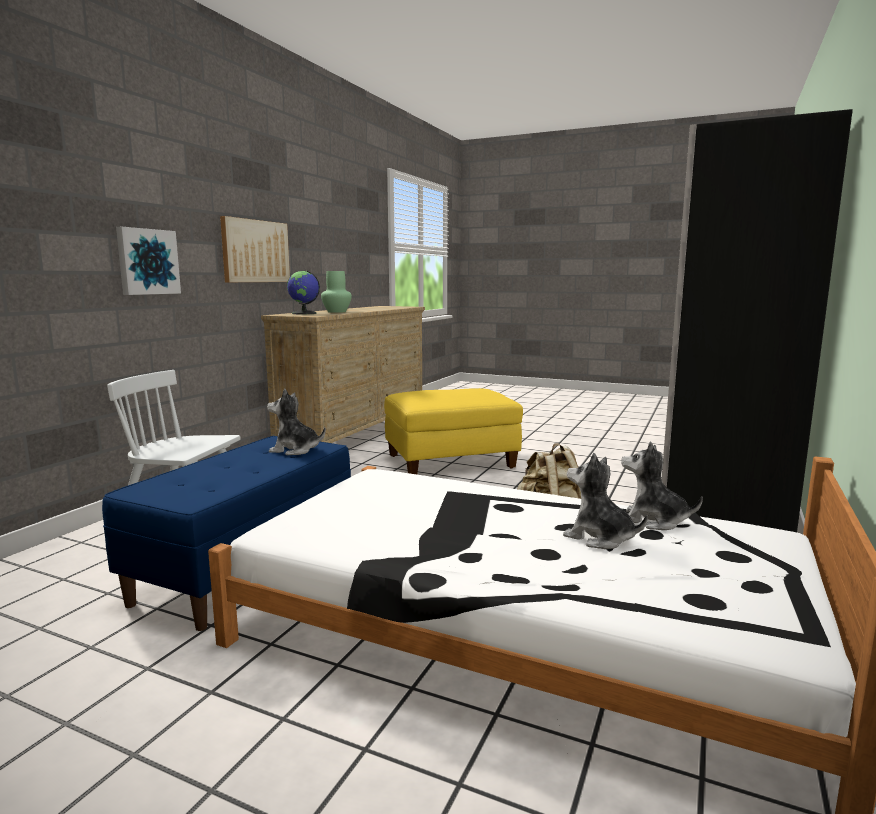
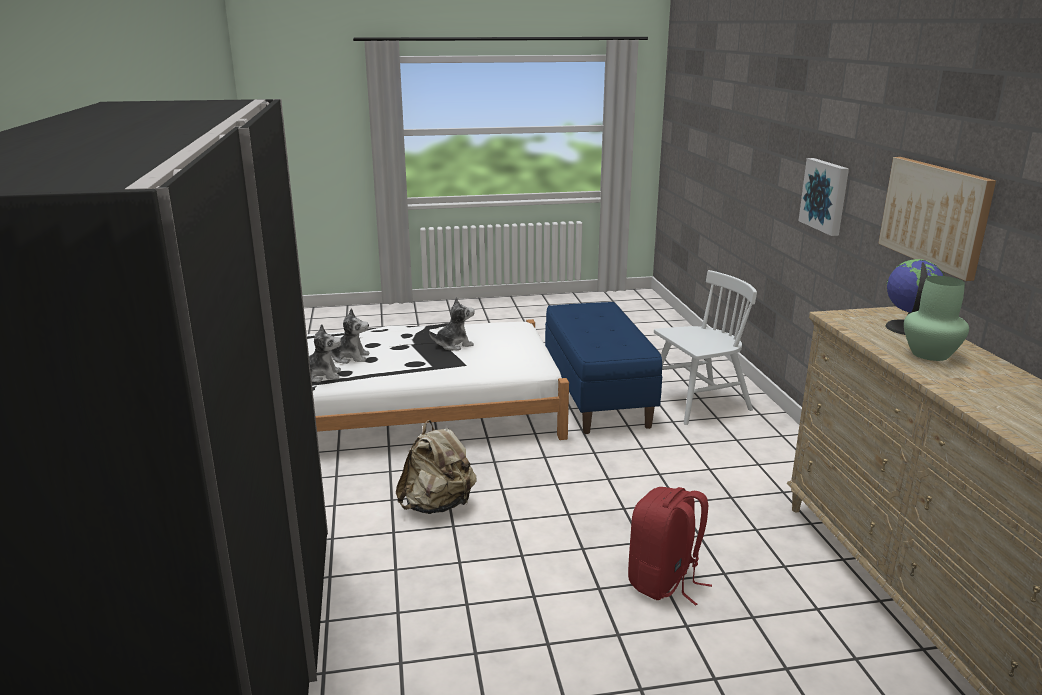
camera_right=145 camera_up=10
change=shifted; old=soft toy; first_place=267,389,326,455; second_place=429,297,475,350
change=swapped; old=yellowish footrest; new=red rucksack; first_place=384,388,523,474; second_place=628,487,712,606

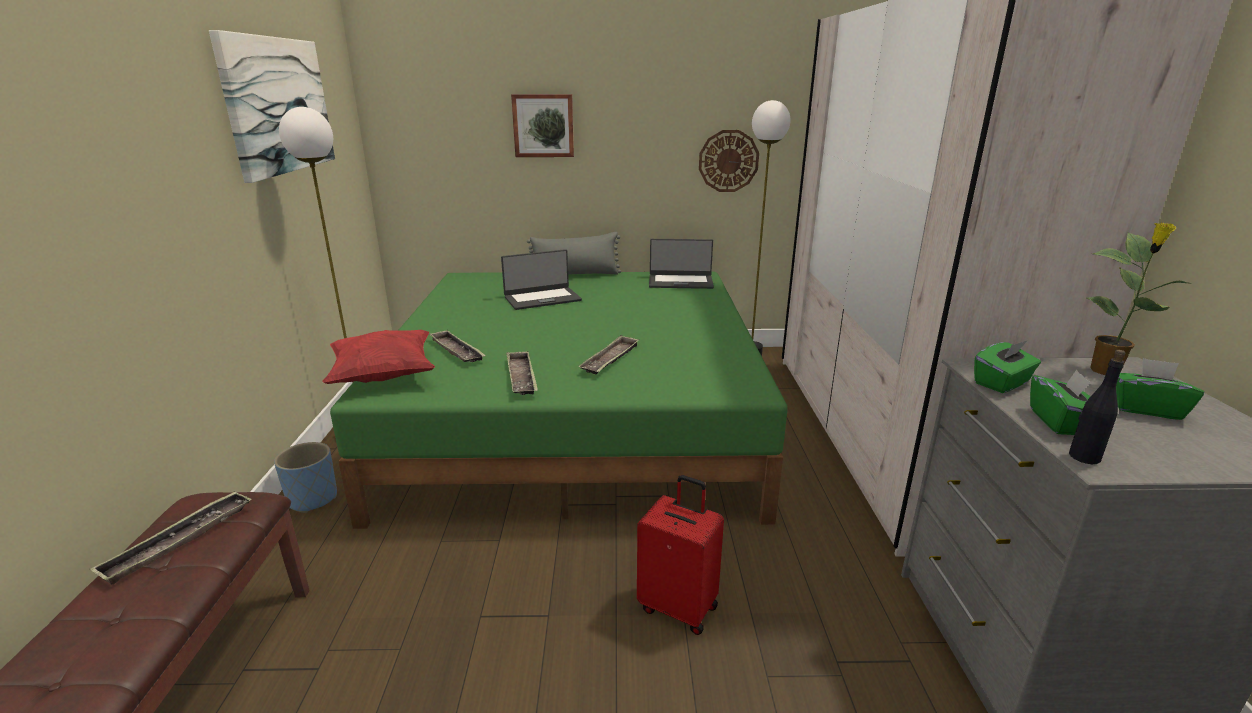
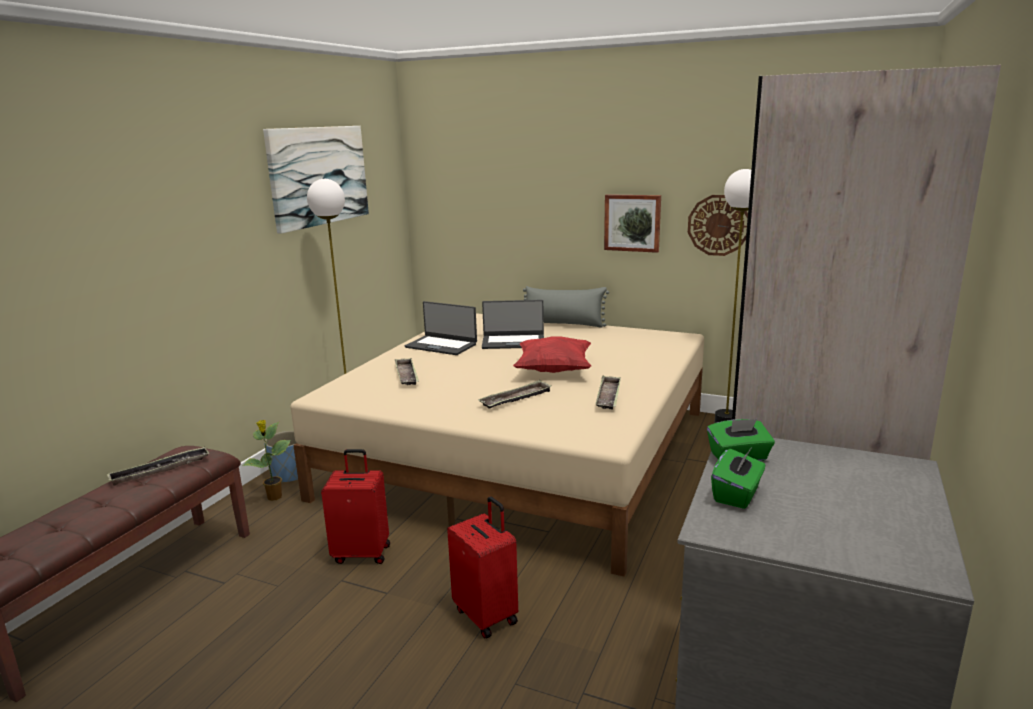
camera_right=25 camera_up=-5
change=shifted; old=red throw pillow; first_place=322,330,435,384; second_place=513,336,591,373
change=repainted; old=greenish bedroom bed; new=beige-coloured bedroom bed; first_place=330,272,788,529; second_place=290,313,704,577
change=shifted; old=carrying tray; first_place=506,351,538,395; second_place=595,375,621,410
change=shifted; old=wall picture; first_place=511,94,574,157; second_place=604,194,661,253
change=shifted; old=notebook computer; first_place=649,239,714,289; second_place=405,301,477,355
change=gone; old=black-coloured drink bottle; first_place=1069,350,1126,464
change=shifted; old=potted plant; first_place=1086,222,1188,375; second_place=242,420,291,501
change=gone; old=greenish box of tissues; first_place=1116,358,1205,420
change=new; new=red piece of luggage; second_place=321,449,390,564

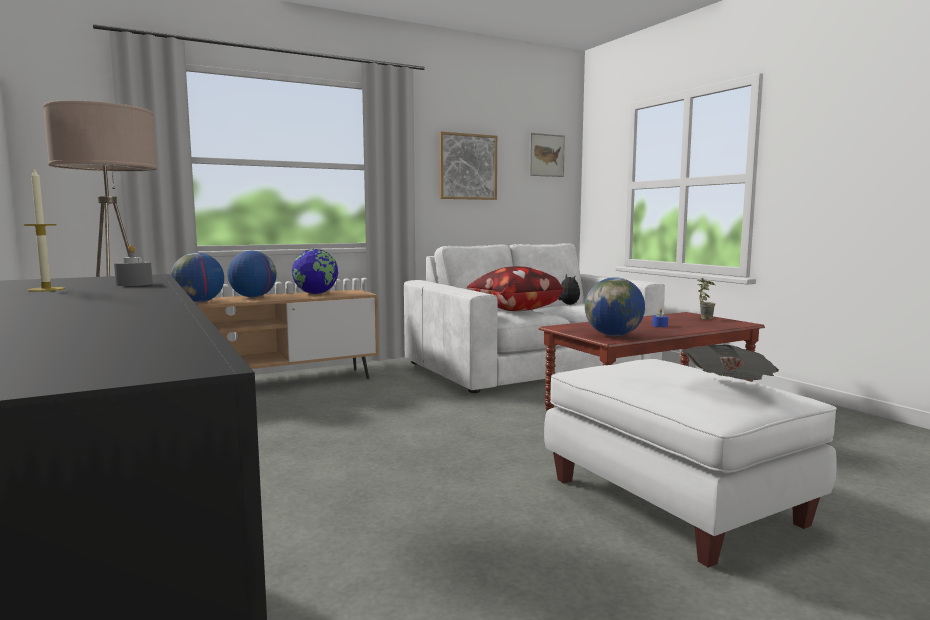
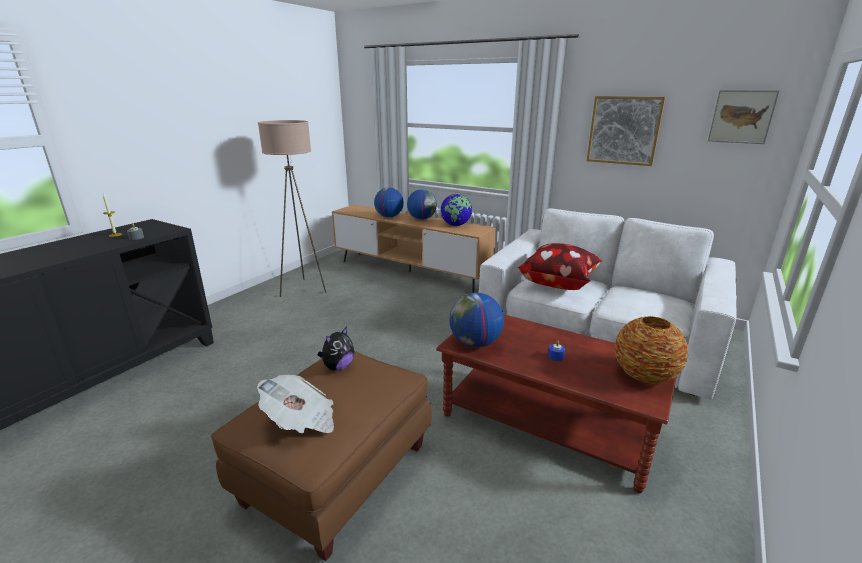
camera_right=60 camera_up=15
change=repainted; old=whitish footrest; new=brown-coloured footrest; first_place=544,359,837,568; second_place=211,351,432,561
change=shifted; old=soft toy; first_place=558,274,580,305; second_place=318,327,354,371
change=swapped; old=potted plant; new=vase; first_place=697,278,715,320; second_place=615,316,688,384

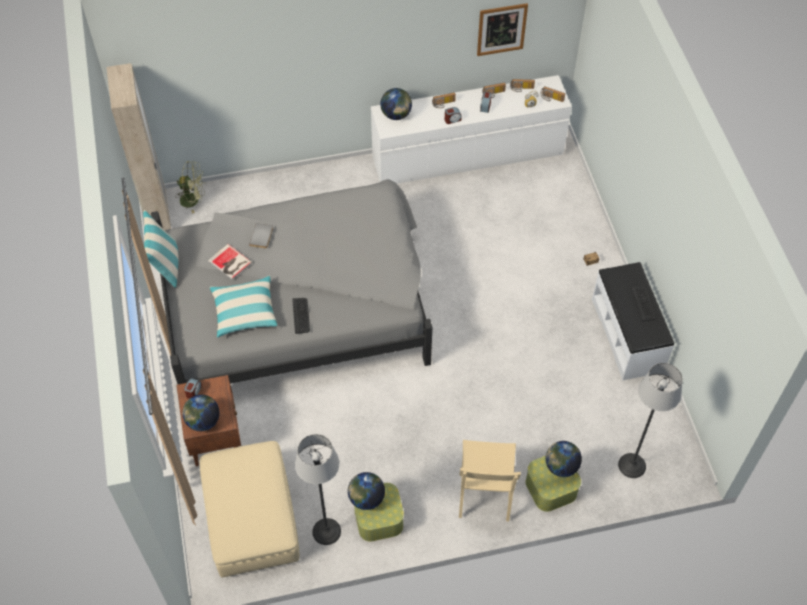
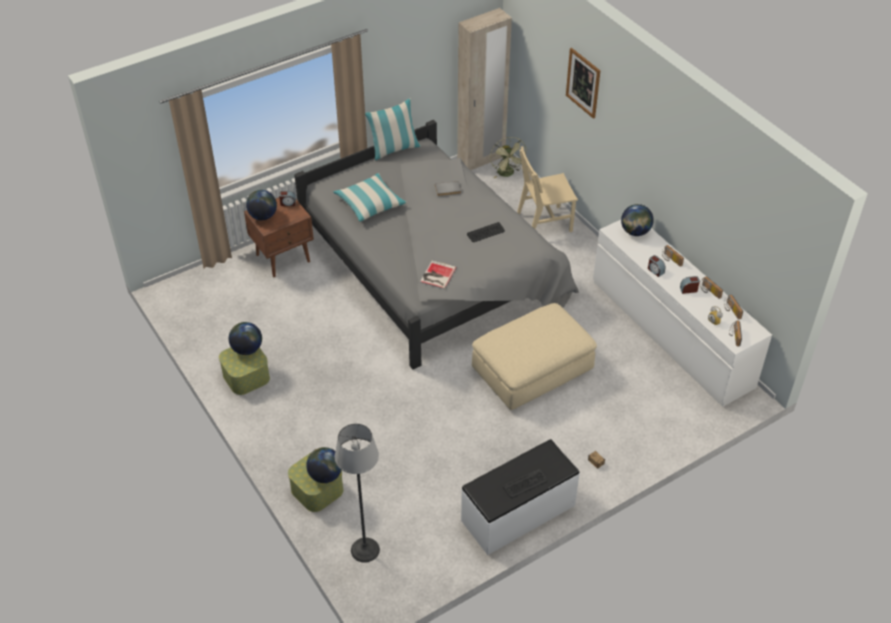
camera_right=70 camera_up=-10
change=shifted; old=beige-coloured footrest; first_place=200,441,299,577; second_place=472,303,597,410
change=shifted; old=volume; first_place=208,244,252,279; second_place=420,260,456,289
change=shifted; old=PC keyboard; first_place=292,298,310,334; second_place=467,222,505,242
change=gone; old=floor lamp; first_place=295,434,341,545
change=shifted; old=beige-coloured chair; first_place=459,440,521,521; second_place=517,146,578,232
change=shifted; old=wall picture; first_place=477,3,528,56; second_place=566,48,600,119

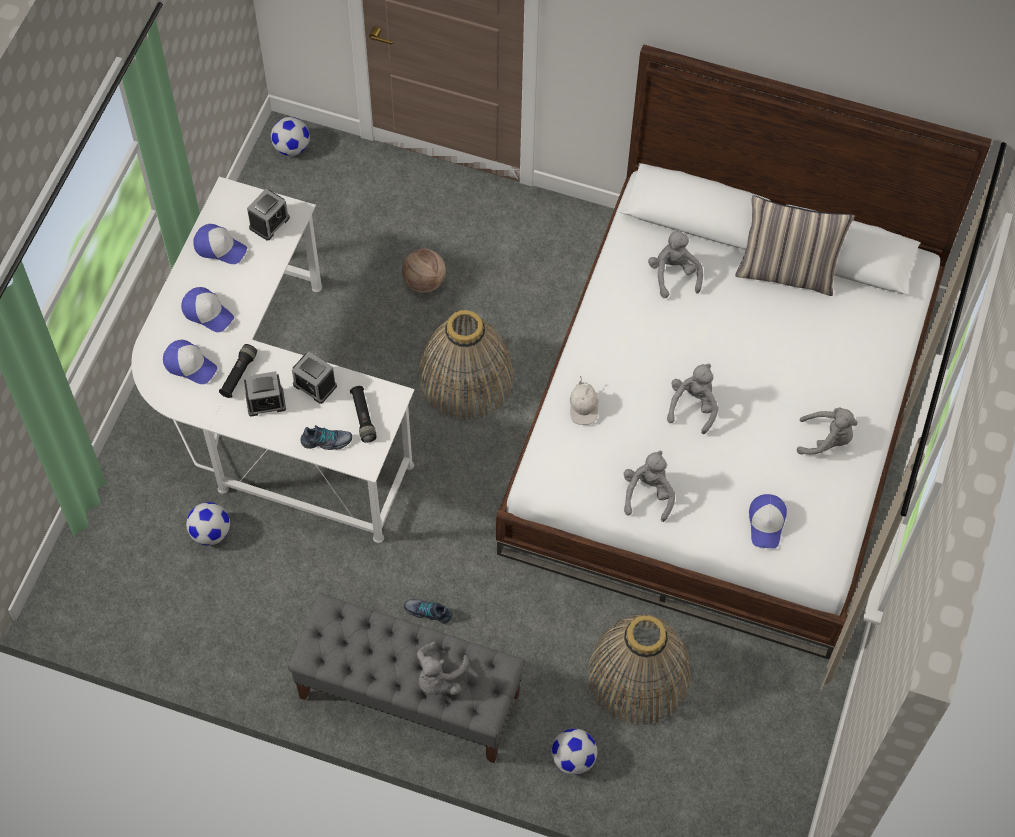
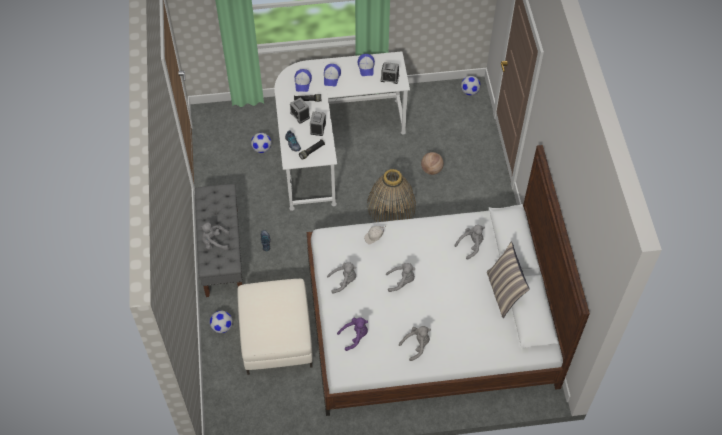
camera_right=65 camera_up=-5
change=swapped; old=basket; new=whitish footrest; first_place=587,615,691,725; second_place=237,279,313,375
change=swapped; old=peaked cap; new=purple soft toy; first_place=749,494,787,548; second_place=337,317,368,351
change=rotated; old=grey soft toy; first_place=797,407,858,455; second_place=399,326,431,361; degrees=-105

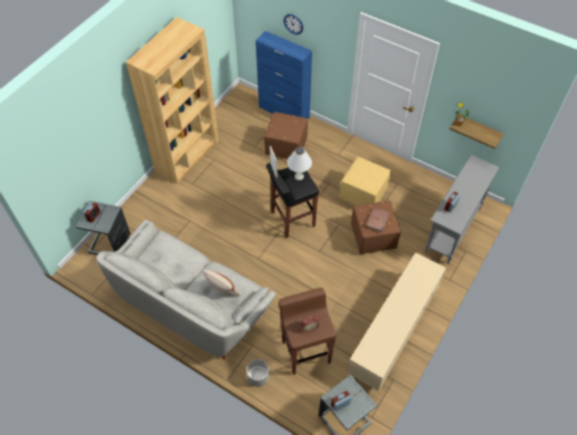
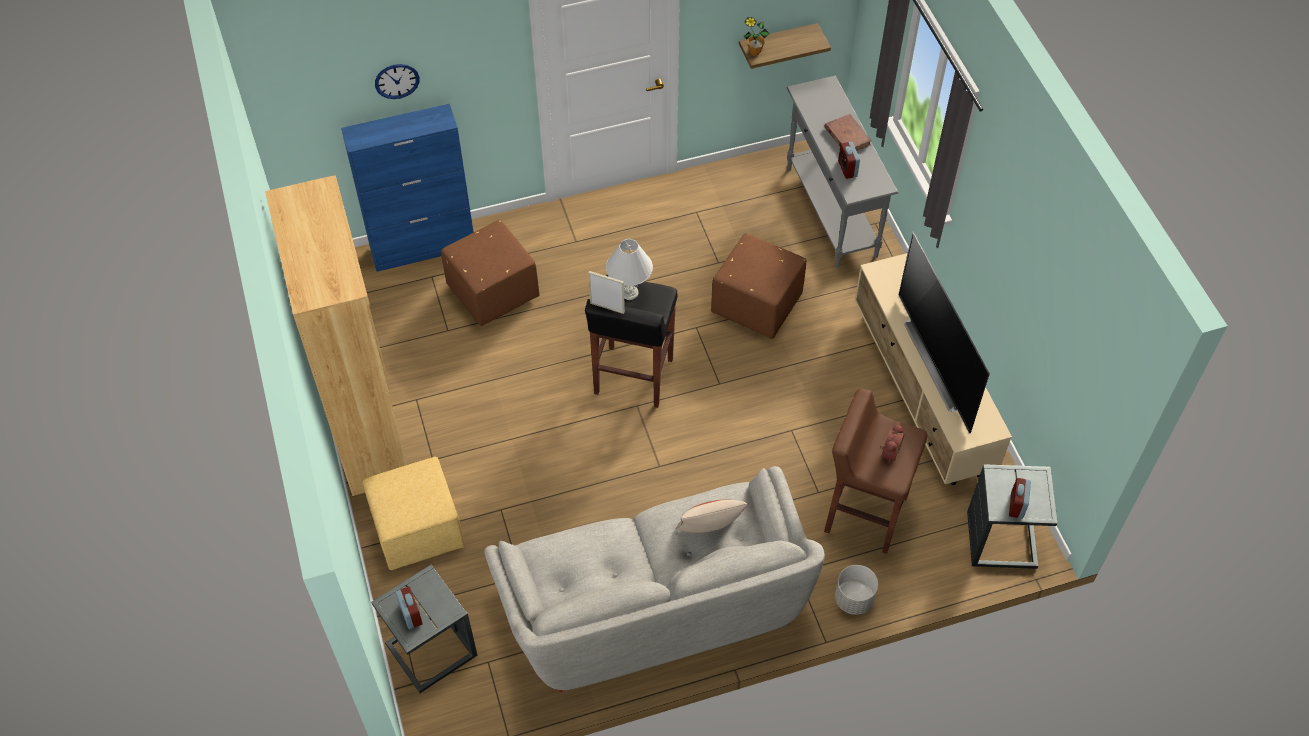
camera_right=-50 camera_up=0
change=shifted; old=yellowish footrest; first_place=339,157,391,205; second_place=363,457,465,570
change=shifted; old=brown-coloured volume; first_place=366,208,389,233; second_place=824,114,872,151
change=new; new=TV set; second_place=899,232,990,434

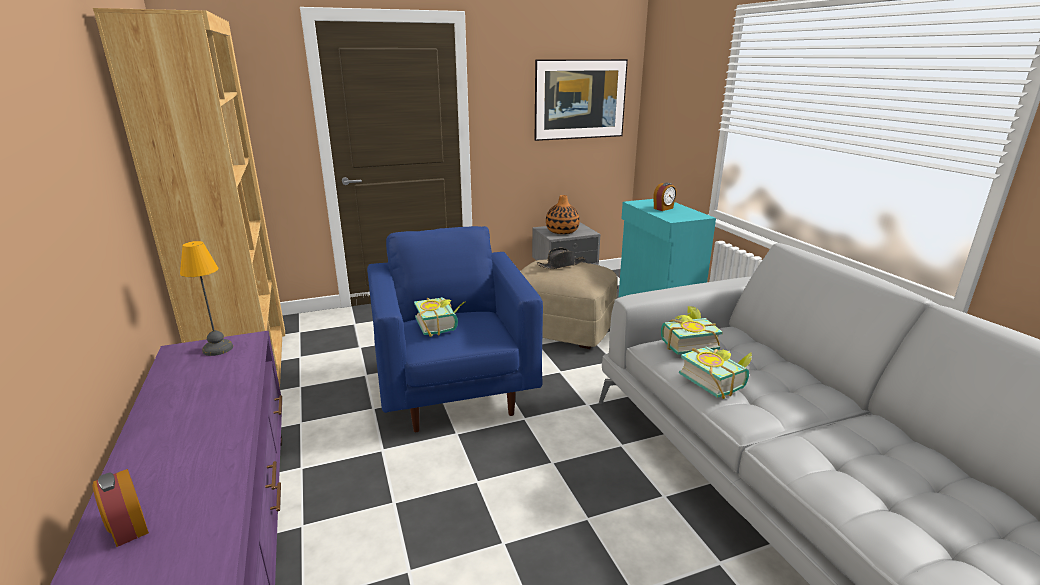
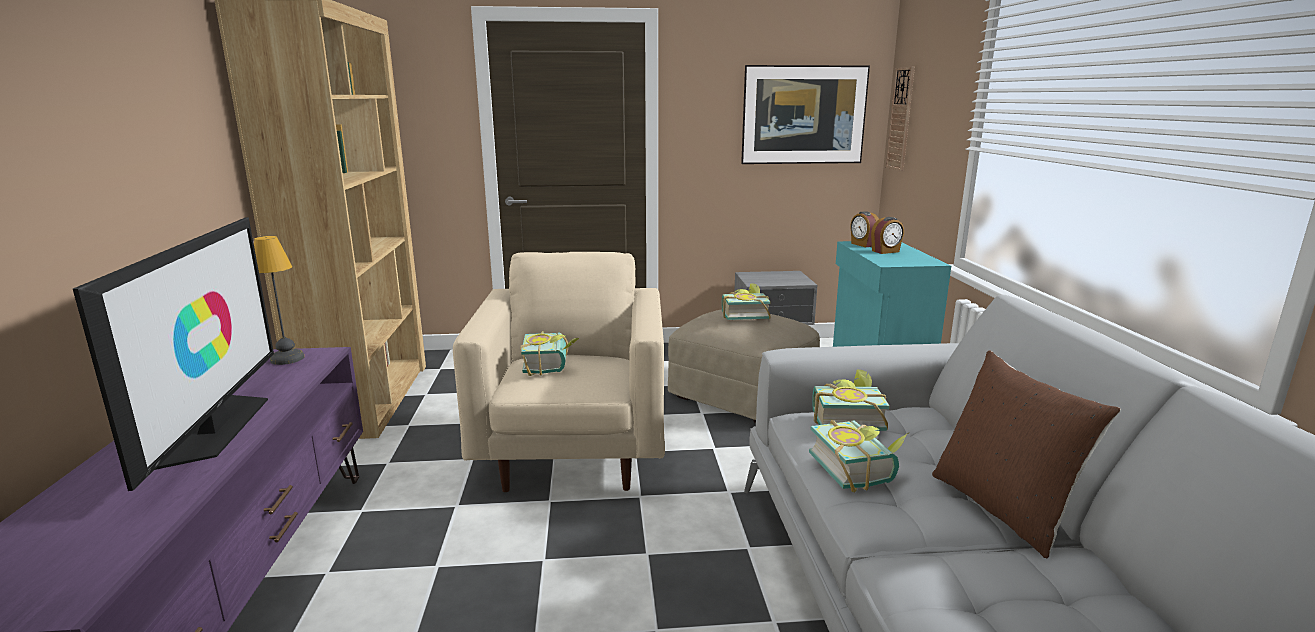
camera_right=15 camera_up=-5
change=shifted; old=alarm clock; first_place=92,469,149,547; second_place=850,211,879,248
change=repainted; old=bluish lounge chair; new=beige-coloured lounge chair; first_place=367,226,543,432; second_place=453,252,665,492
change=swapped; old=black-coloured clothing hat; new=volume; first_place=537,248,585,269; second_place=722,283,770,320
change=gone; old=vase; first_place=546,195,580,234
change=new; new=TV set; second_place=73,217,274,491
change=new; new=hanging clock; second_place=886,67,915,171
change=new; new=brown-coloured throw pillow; second_place=932,351,1121,559

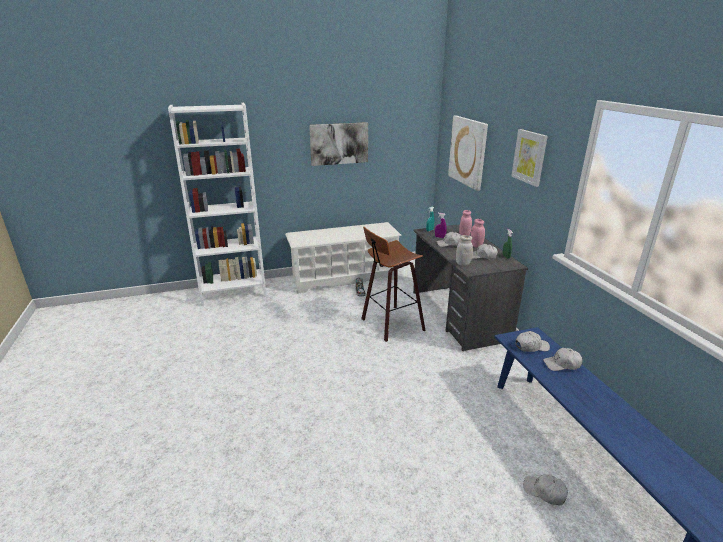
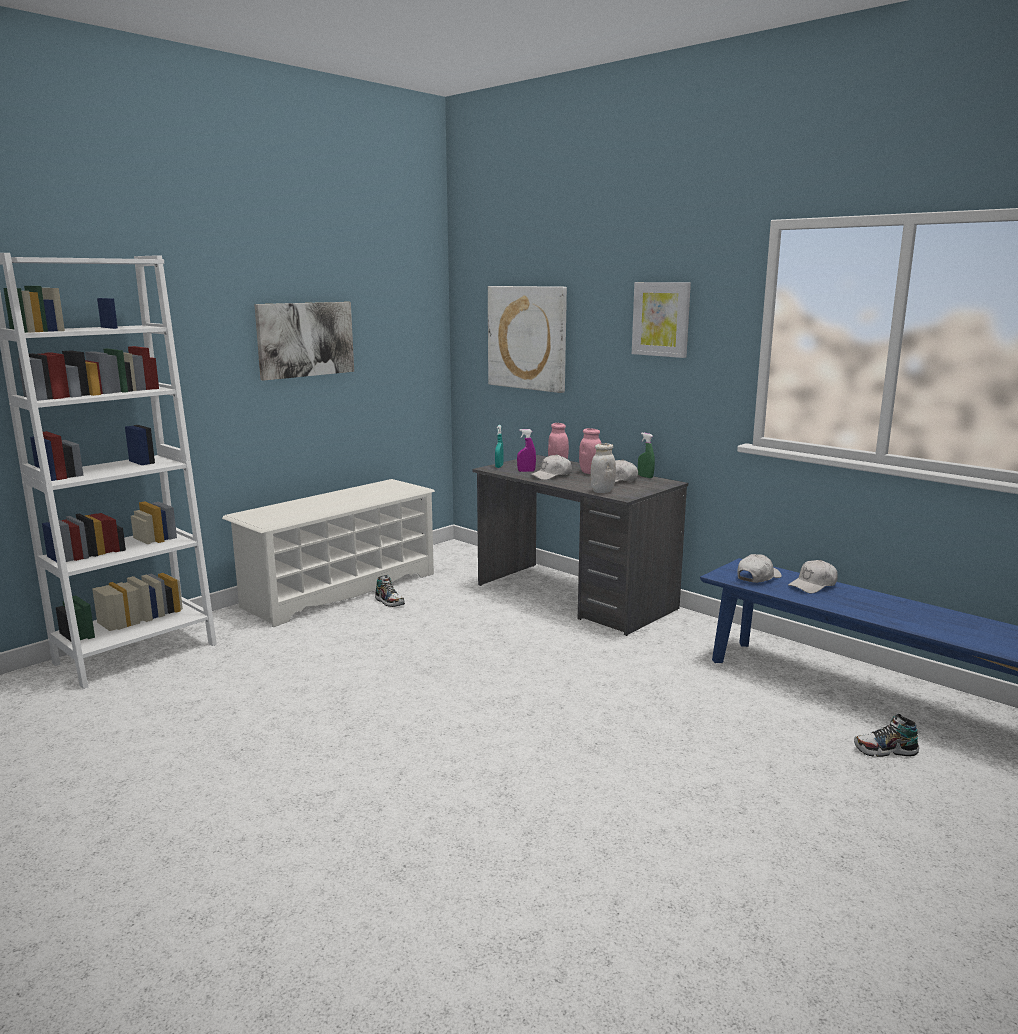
camera_right=-30 camera_up=-10
change=gone; old=stool seat; first_place=361,227,425,342
change=swapped; old=whitish peaked cap; new=shoe; first_place=523,474,568,506; second_place=854,714,919,757

